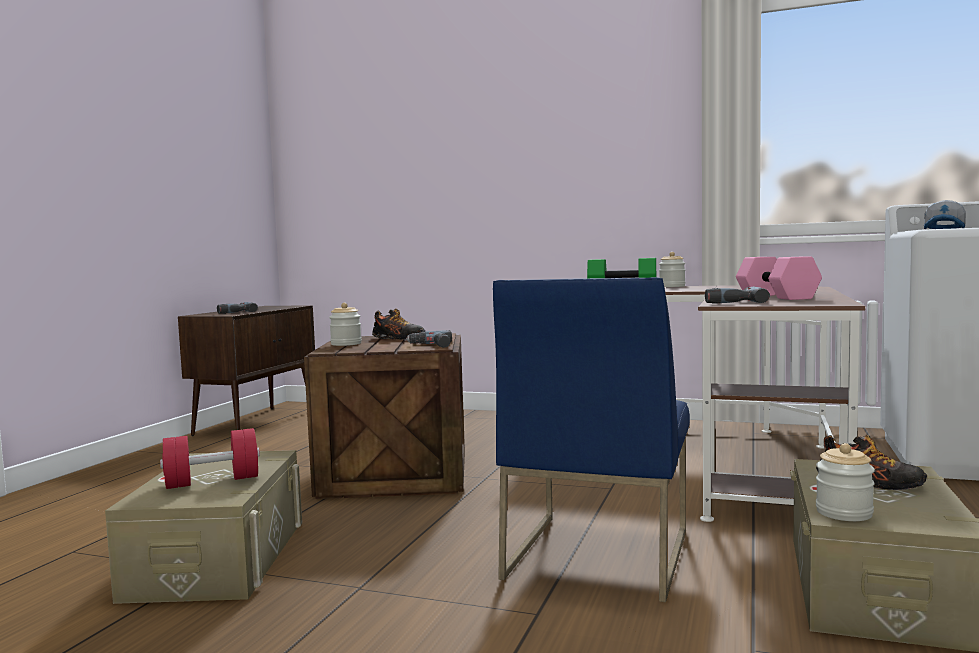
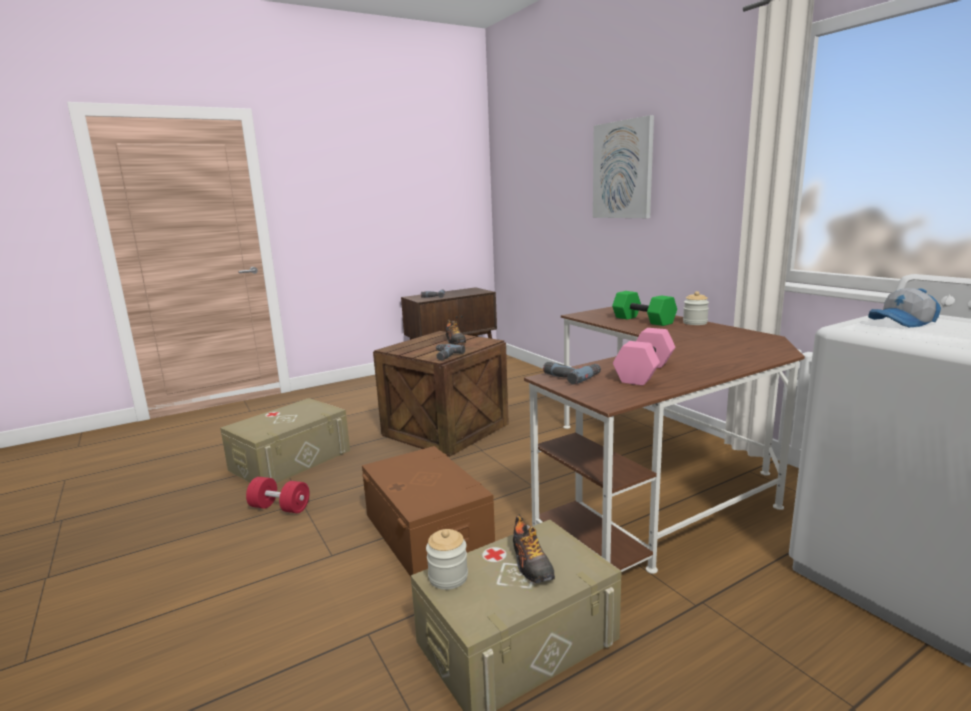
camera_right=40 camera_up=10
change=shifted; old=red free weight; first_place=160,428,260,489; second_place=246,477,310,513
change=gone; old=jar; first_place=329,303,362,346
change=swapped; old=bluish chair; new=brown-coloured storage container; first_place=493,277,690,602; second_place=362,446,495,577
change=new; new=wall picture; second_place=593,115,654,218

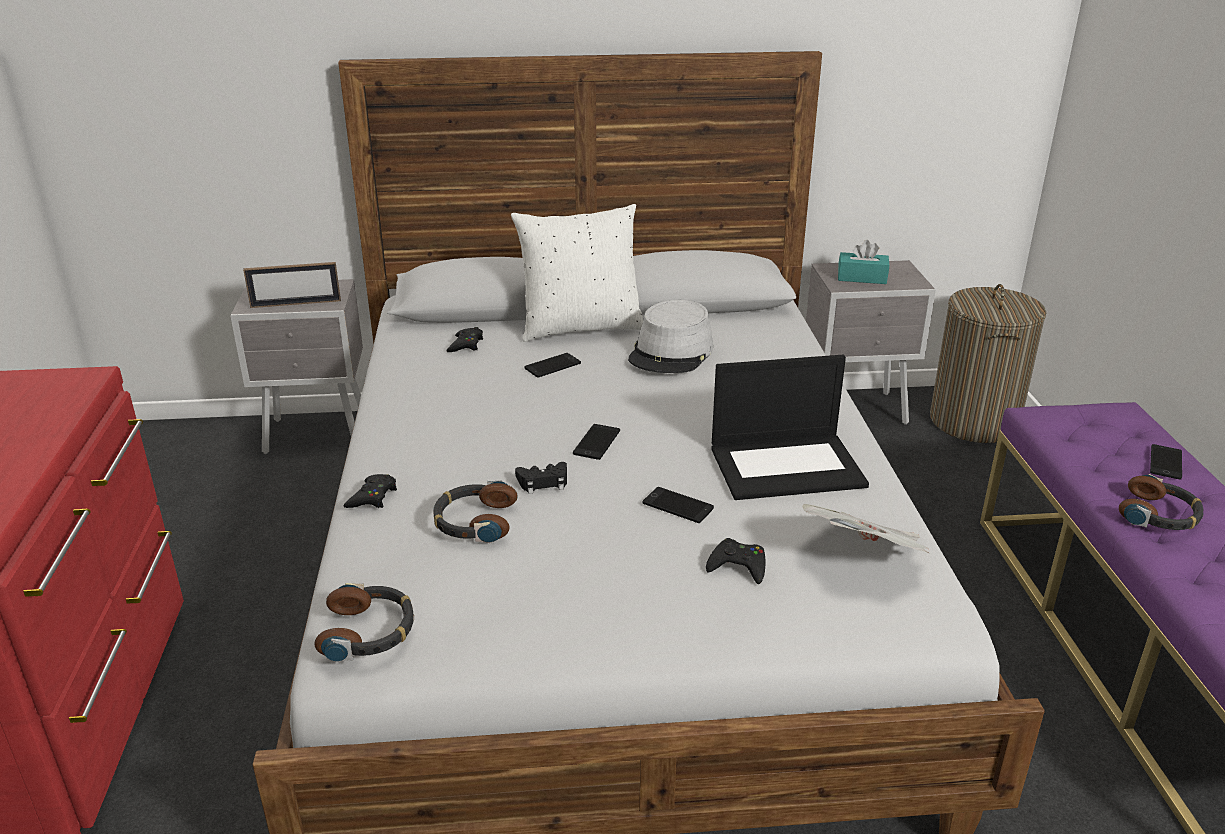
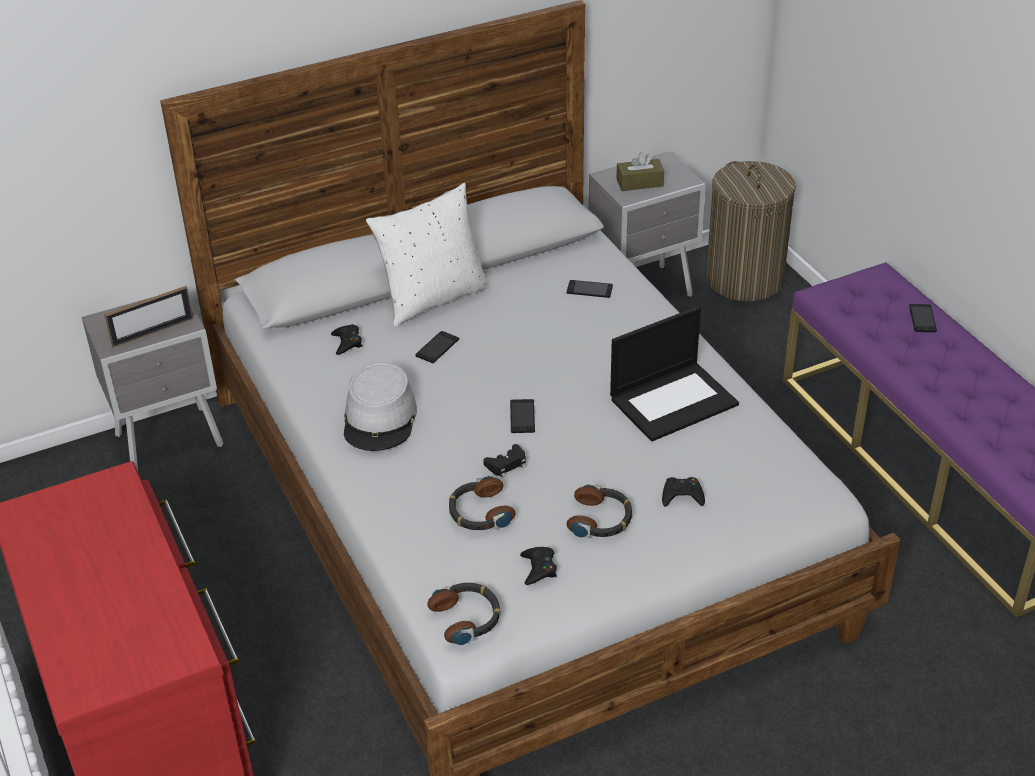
camera_right=-20 camera_up=10
change=shifted; old=black-coloured game controller; first_place=344,474,397,508; second_place=520,547,557,585
change=shifted; old=grey clothing hat; first_place=628,300,713,373; second_place=344,362,417,451
change=shifted; old=phone; first_place=643,487,714,523; second_place=567,280,613,298
change=gone; old=daily paper; first_place=802,504,929,553
change=repainted; old=blue-green box of tissues; new=brown-coloured box of tissues; first_place=838,240,889,284; second_place=617,152,664,191
change=shifted; old=pair of headphones; first_place=1119,474,1204,530; second_place=567,484,632,538

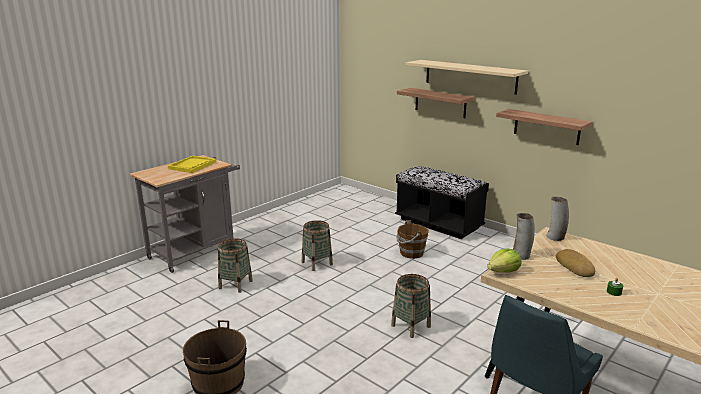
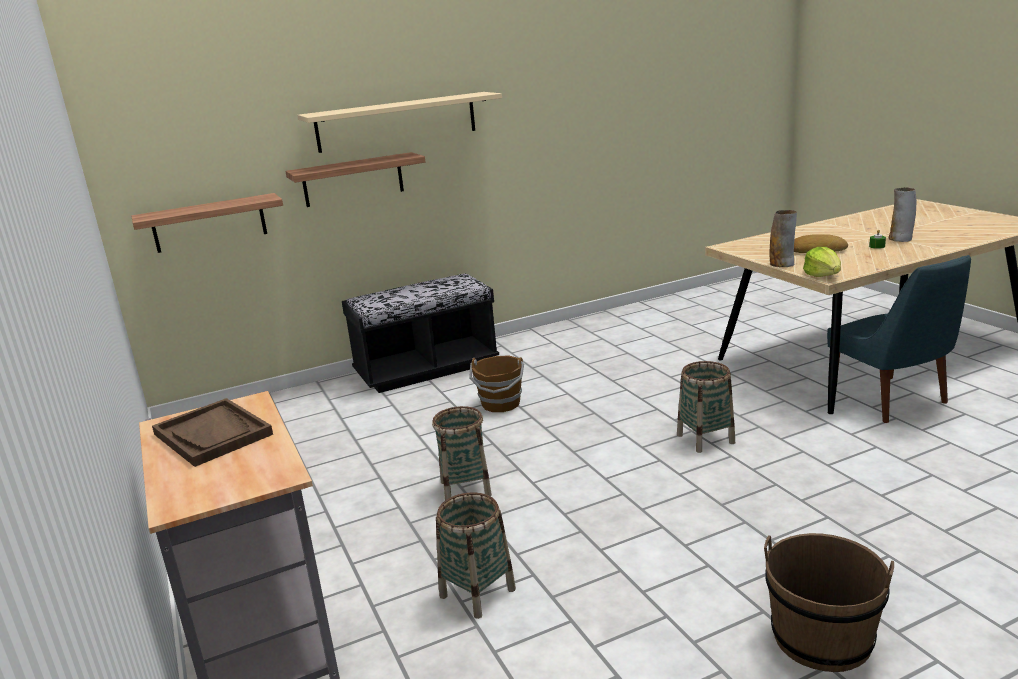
camera_right=-65 camera_up=0
change=repainted; old=yellowish carrying tray; new=brown-coloured carrying tray; first_place=168,156,216,173; second_place=152,398,273,467
change=shifted; old=shelf; first_place=496,109,593,145; second_place=132,193,283,253
change=shifted; old=vase; first_place=546,197,569,241; second_place=888,187,916,242

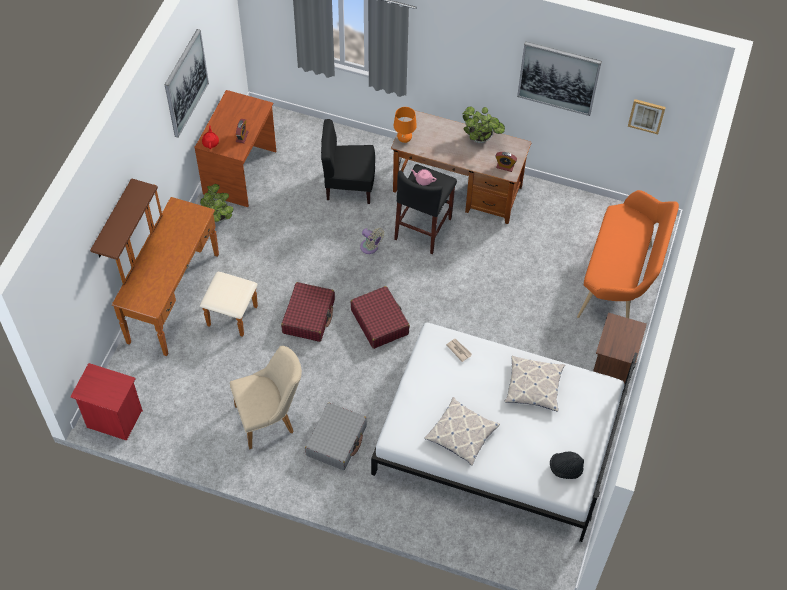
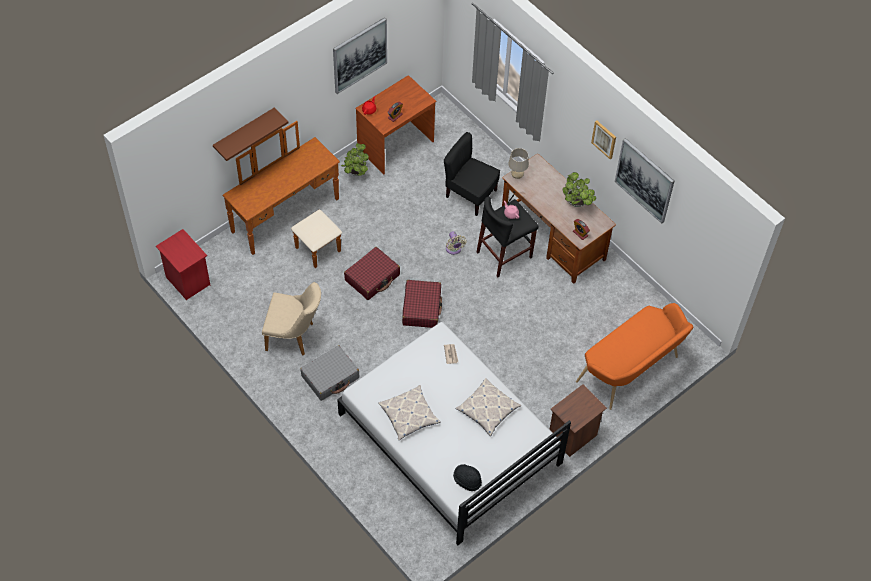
camera_right=30 camera_up=0
change=repainted; old=orangey table lamp; new=beige-coloured table lamp; first_place=393,107,417,143; second_place=508,148,529,179
change=shifted; old=wall picture; first_place=628,99,666,134; second_place=591,120,616,159

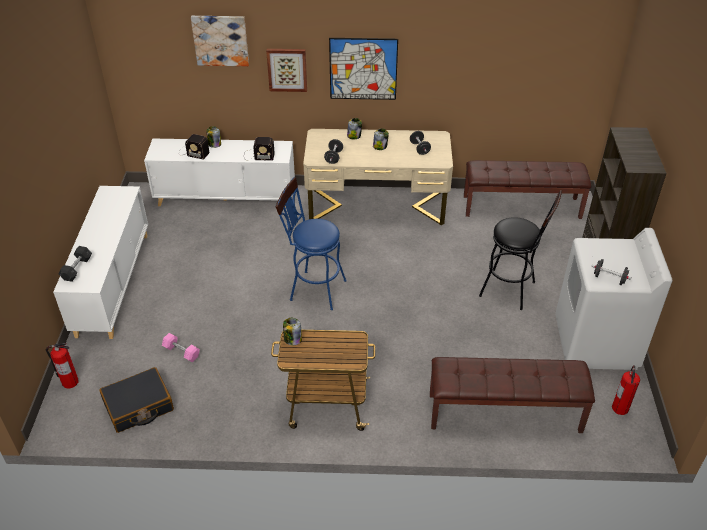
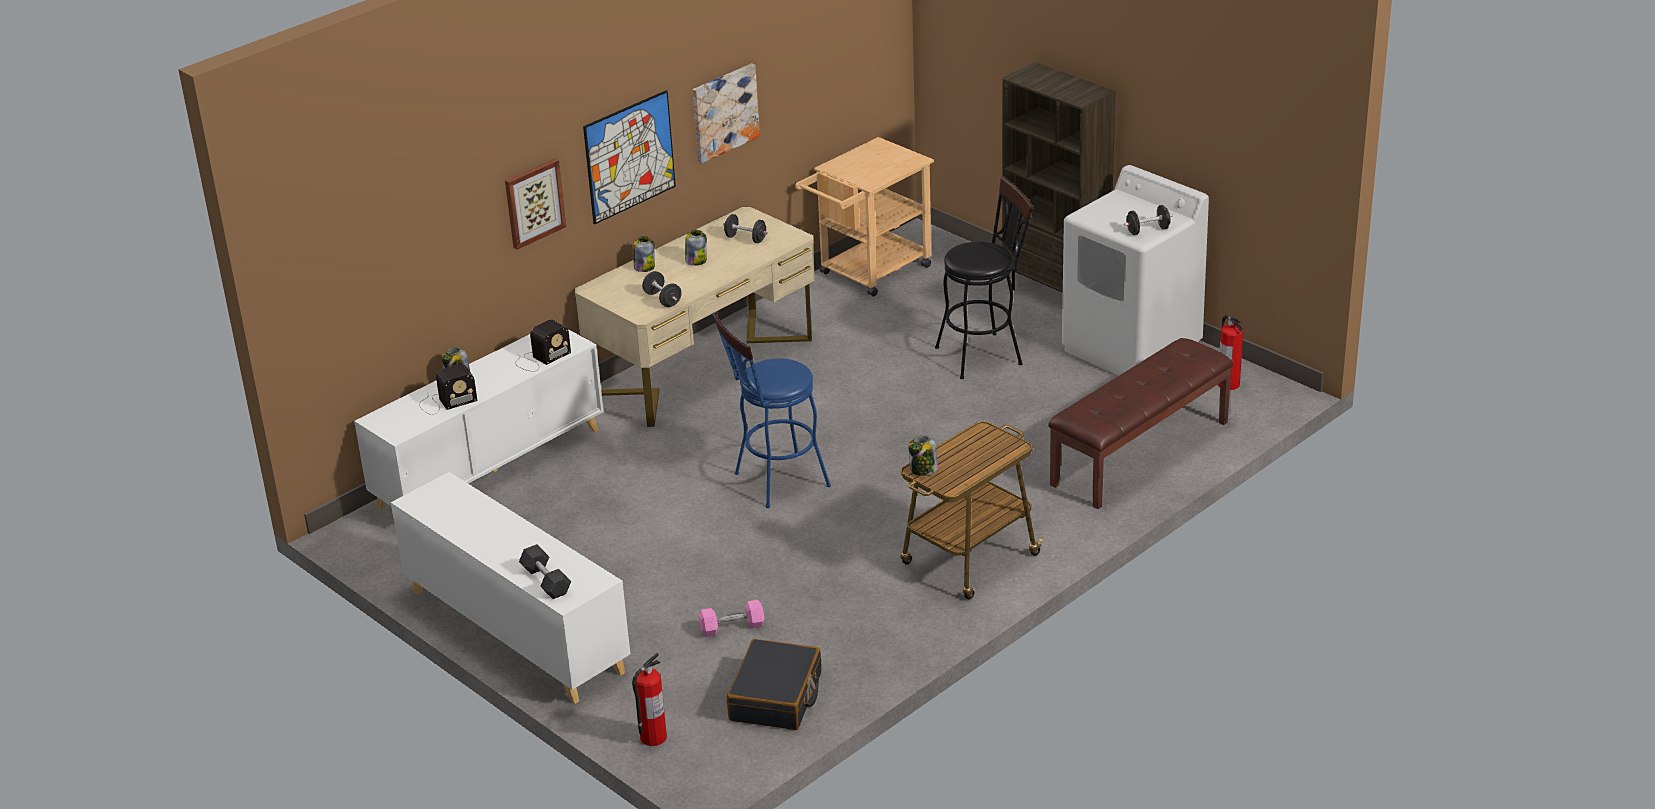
camera_right=-45 camera_up=-10
change=shifted; old=wall picture; first_place=191,16,249,66; second_place=693,63,760,163
change=swapped; old=brown-coloured long seat; new=beige-coloured trolley; first_place=464,160,591,219; second_place=795,137,934,297

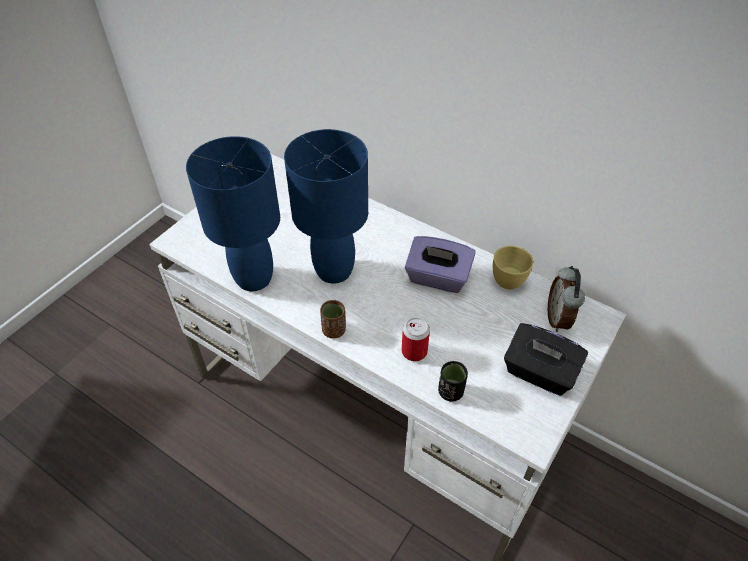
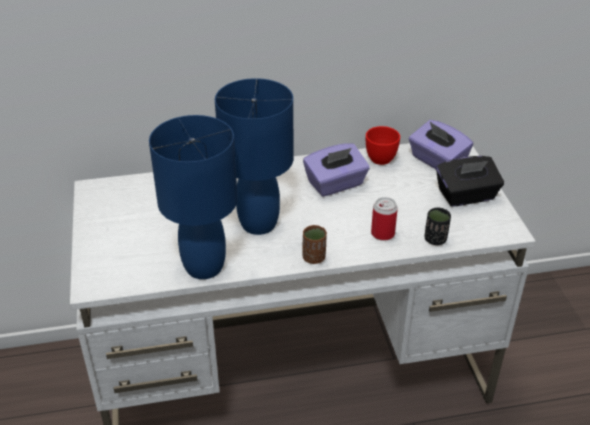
camera_right=-45 camera_up=-10
change=repainted; old=yellowish small cup; new=red small cup; first_place=493,246,533,289; second_place=366,126,400,165
change=swapped; old=alarm clock; new=purple box of tissues; first_place=548,266,585,332; second_place=409,120,473,169

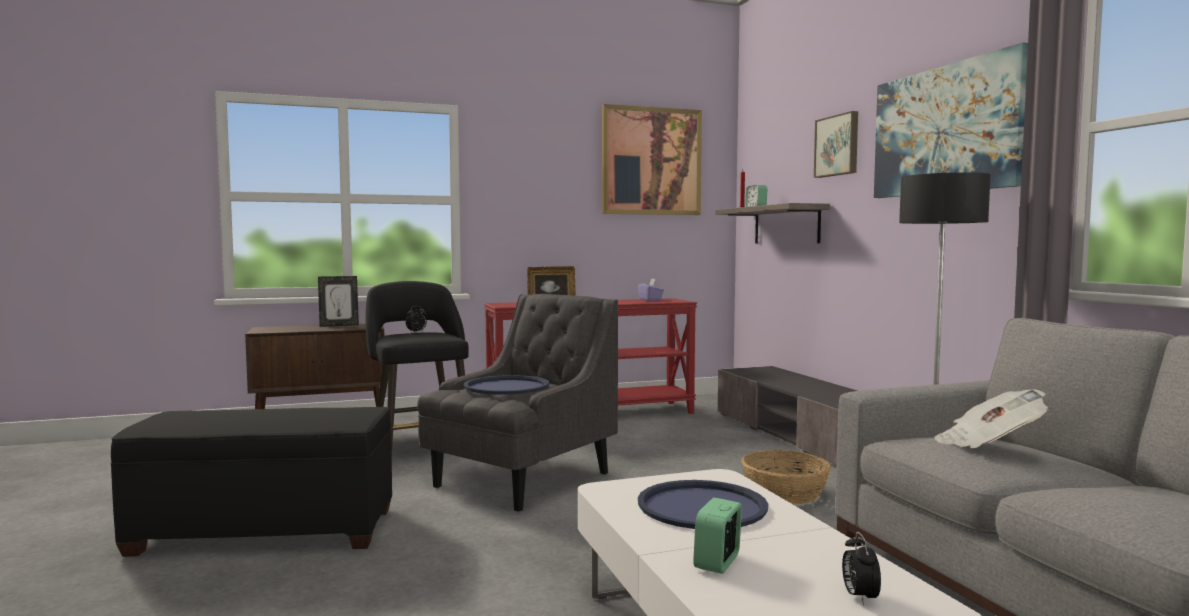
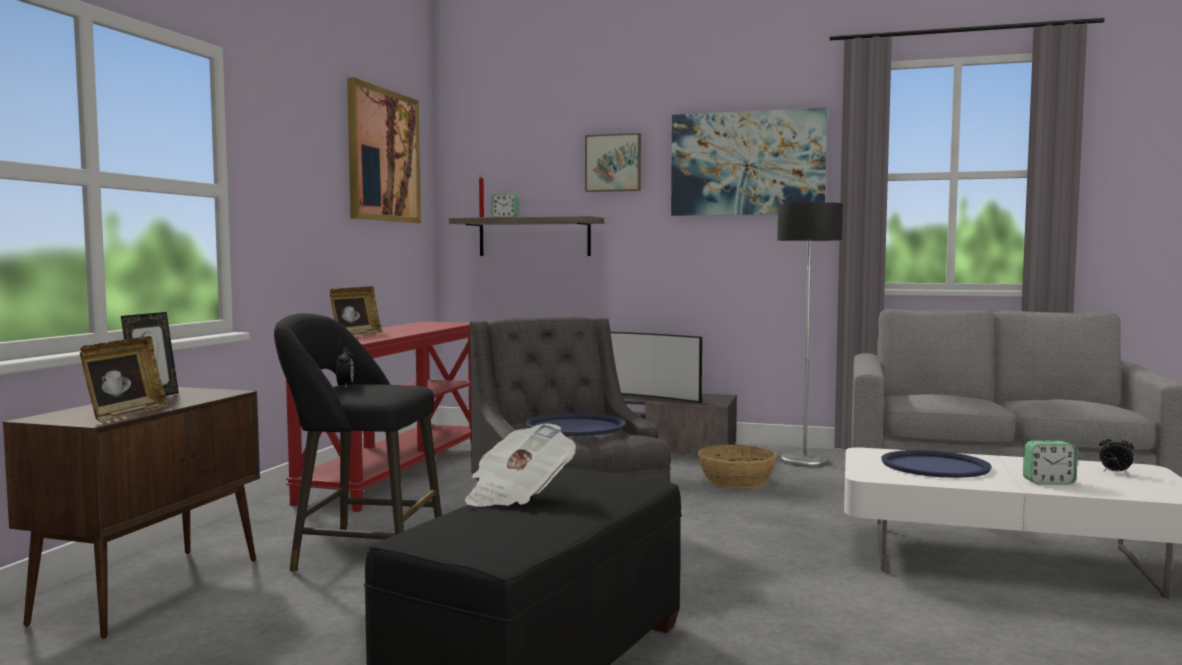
camera_right=-55 camera_up=0
change=gone; old=purple box of tissues; first_place=638,278,664,301
change=rotated; old=alarm clock; first_place=693,497,742,574; second_place=1023,441,1077,485; degrees=-60
change=shifted; old=daily paper; first_place=935,389,1048,448; second_place=465,423,576,507
change=new; new=photo frame; second_place=80,336,169,422
change=new; new=TV set; second_place=611,332,702,403

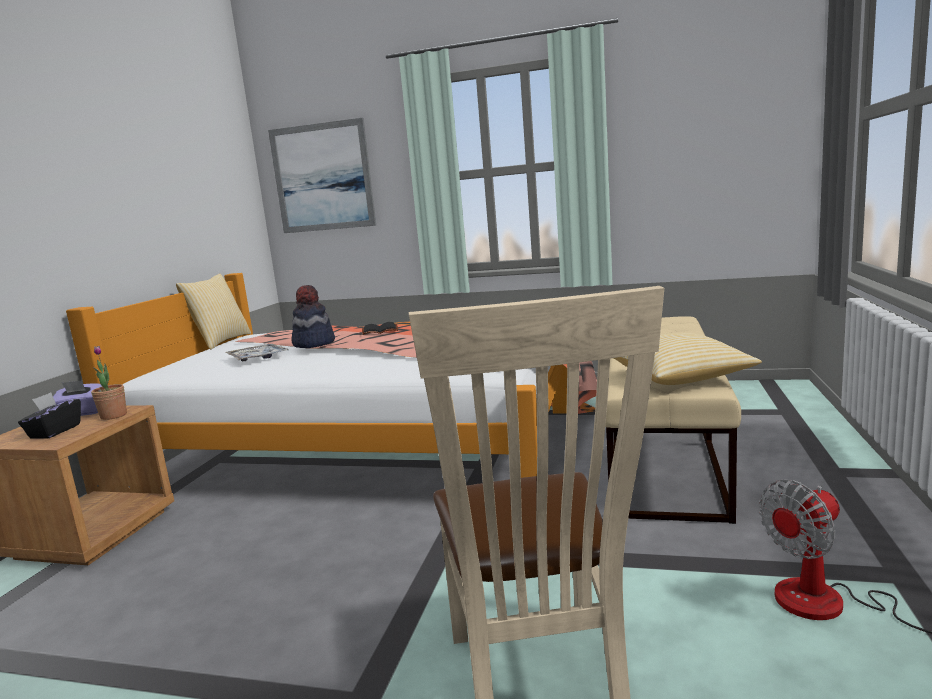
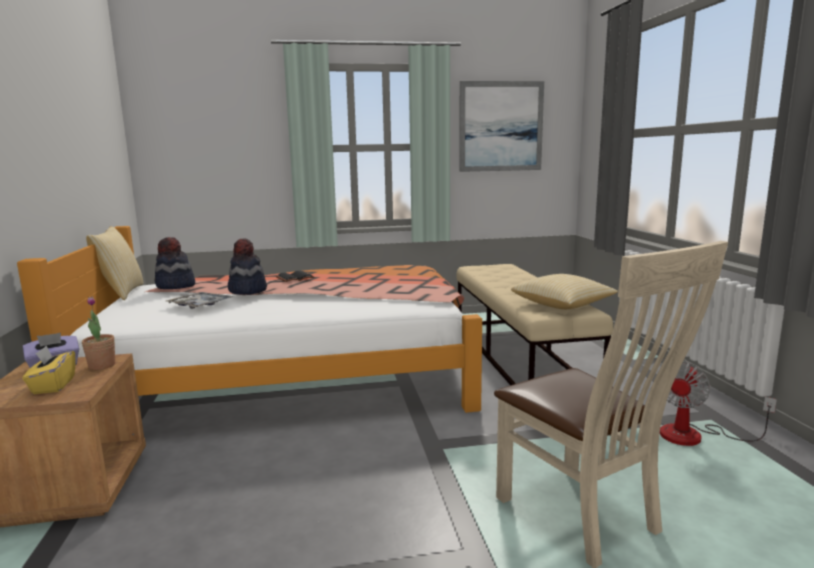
camera_right=-25 camera_up=0
change=repainted; old=black-coloured box of tissues; new=yellowish box of tissues; first_place=18,392,81,439; second_place=23,346,75,394
change=shifted; old=wall picture; first_place=268,118,376,233; second_place=459,81,544,172
change=new; new=clothing hat; second_place=154,237,195,289

